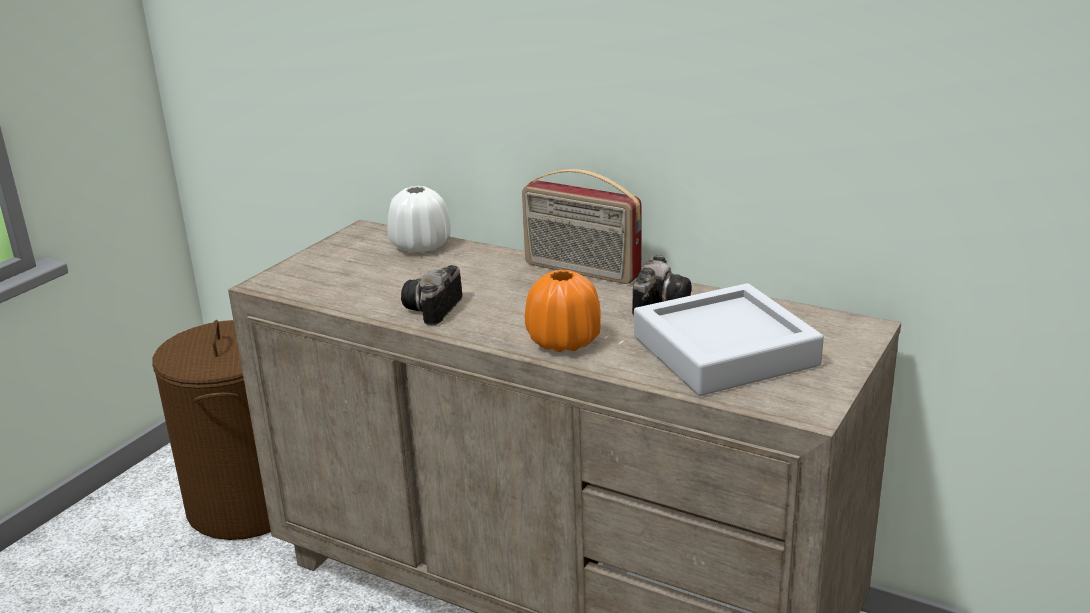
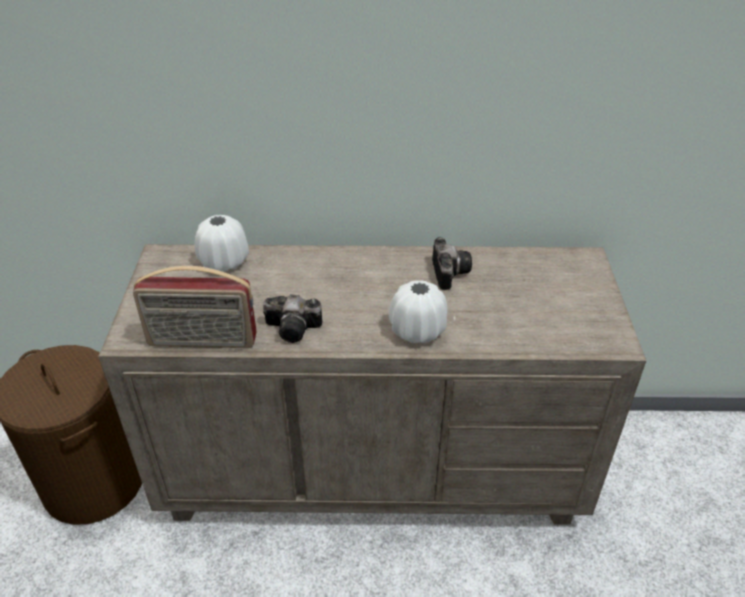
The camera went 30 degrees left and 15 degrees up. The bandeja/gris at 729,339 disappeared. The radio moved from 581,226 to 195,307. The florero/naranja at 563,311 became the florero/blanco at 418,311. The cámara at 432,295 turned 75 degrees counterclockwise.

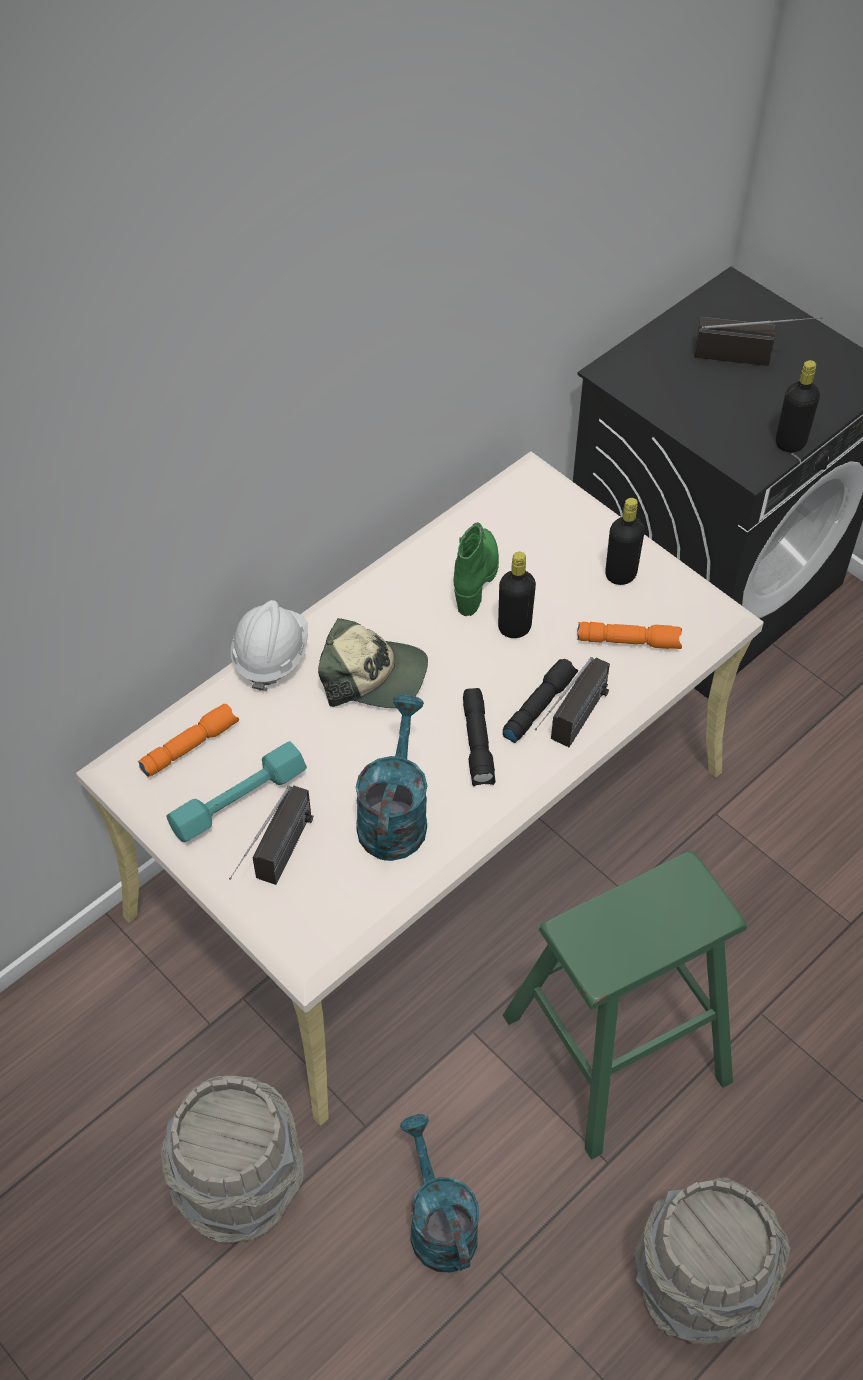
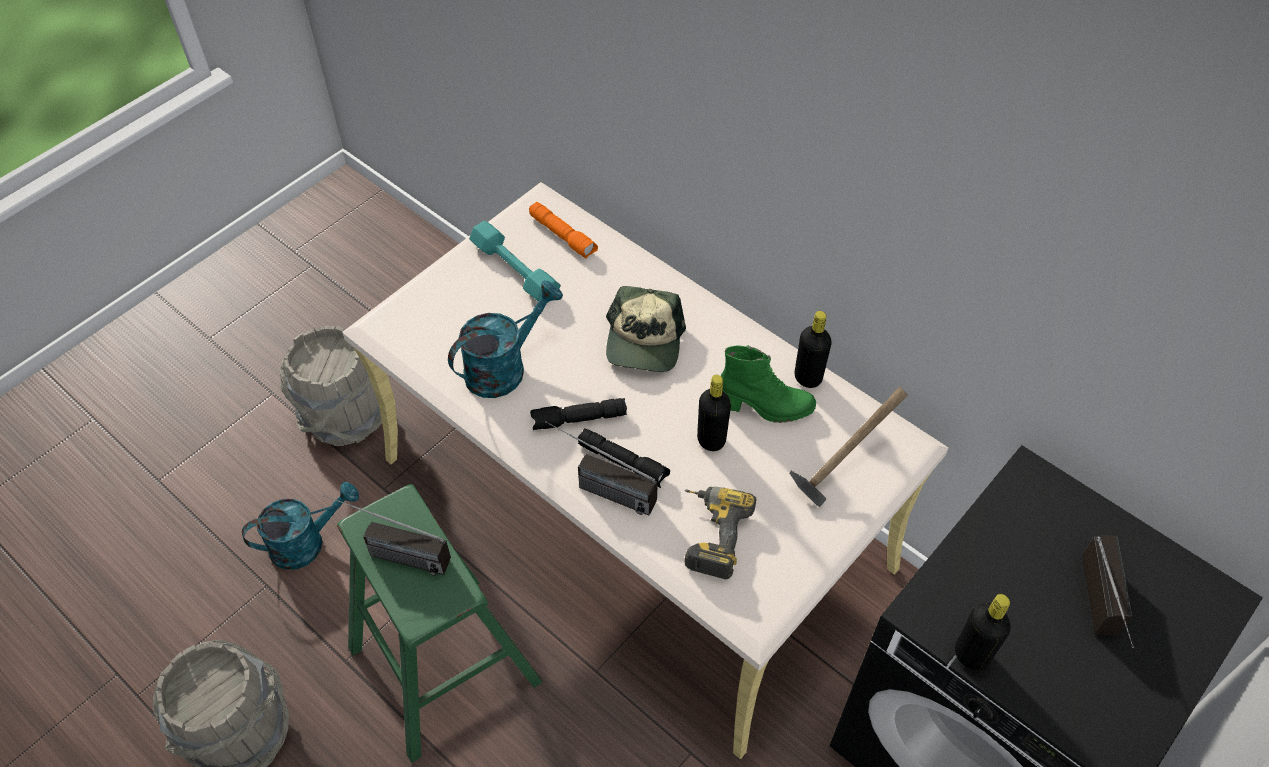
The camera went 85 degrees right and 0 degrees up. The casco/blanco at 269,645 disappeared. The martillo at 848,447 appeared. The radio moved from 271,835 to 387,535. The botella/negro moved from 625,541 to 813,349. The linterna/naranja at 629,635 was replaced by the taladro at 720,533. The regadera/turquesa at 391,778 turned 45 degrees counterclockwise.

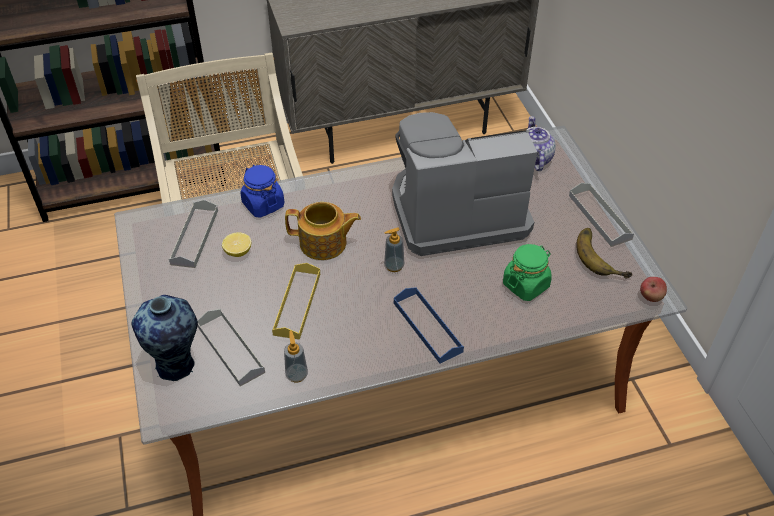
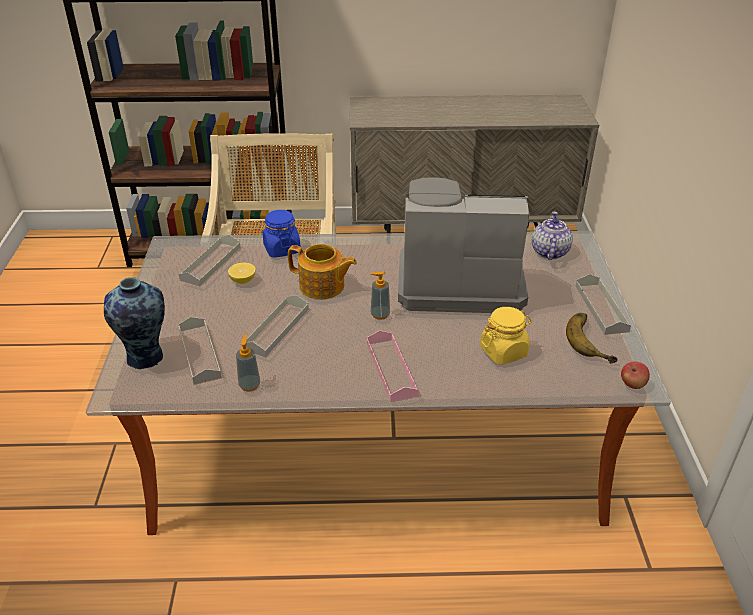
The camera went 15 degrees right and 10 degrees down. The bandeja/amarillo at 296,301 became the bandeja/gris at 277,326. The bandeja/azul at 429,325 became the bandeja/rosa at 392,366. The tarro/verde at 527,272 became the tarro/amarillo at 506,336.

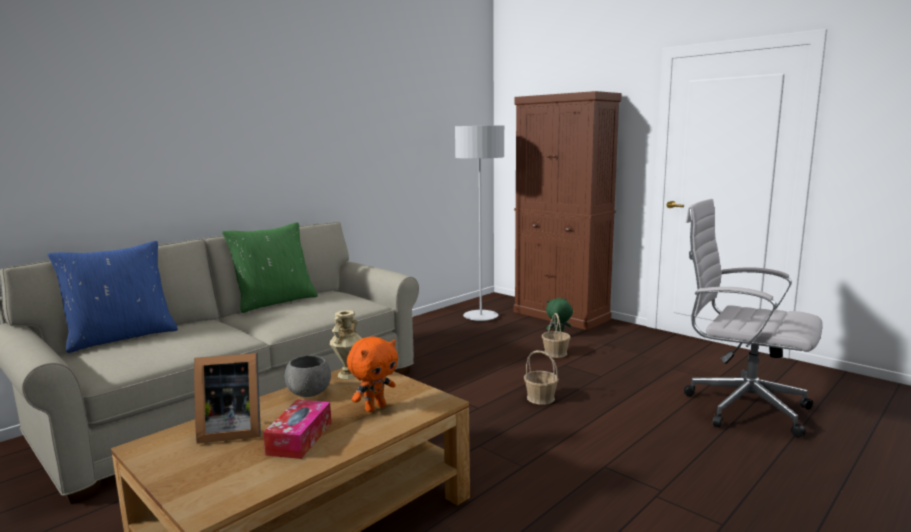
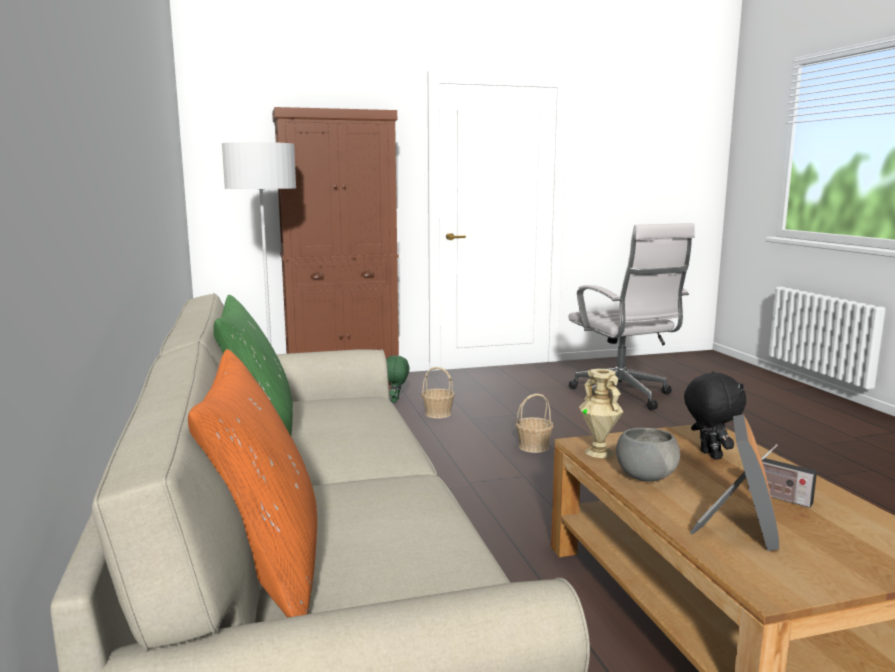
The camera went 60 degrees left and 0 degrees up. The caja de pañuelos at 297,429 was replaced by the radio at 782,476. The cojín/azul at 113,297 became the cojín/naranja at 252,483. The peluche/naranja at 372,374 became the peluche/negro at 715,415. The silla de oficina/blanco at 753,318 turned 90 degrees counterclockwise.

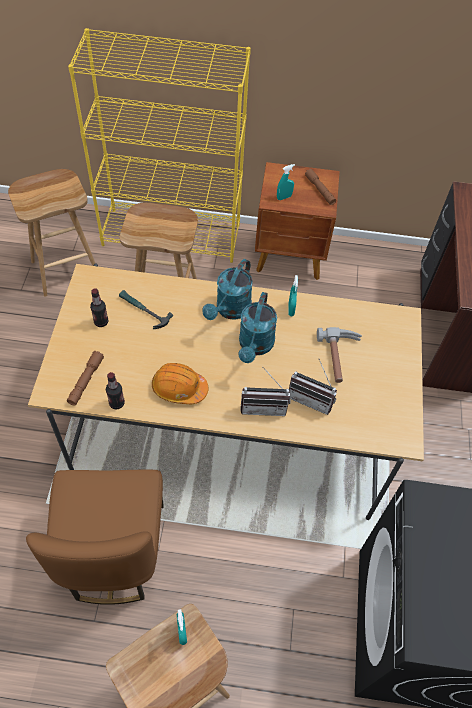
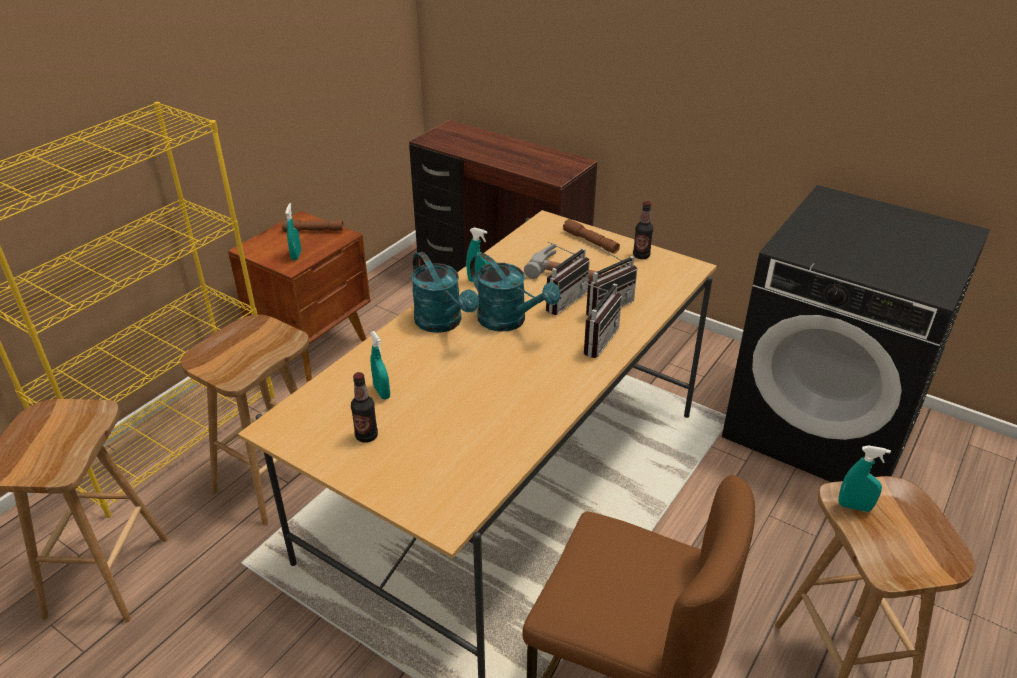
The camera went 60 degrees left and 20 degrees down. The casco/naranja at 180,383 disappeared. The radio at 568,278 appeared. The linterna/marrón moved from 85,378 to 591,236. The botella moved from 115,391 to 643,230. The martillo at 146,309 was replaced by the pulverizador/turquesa at 380,365.

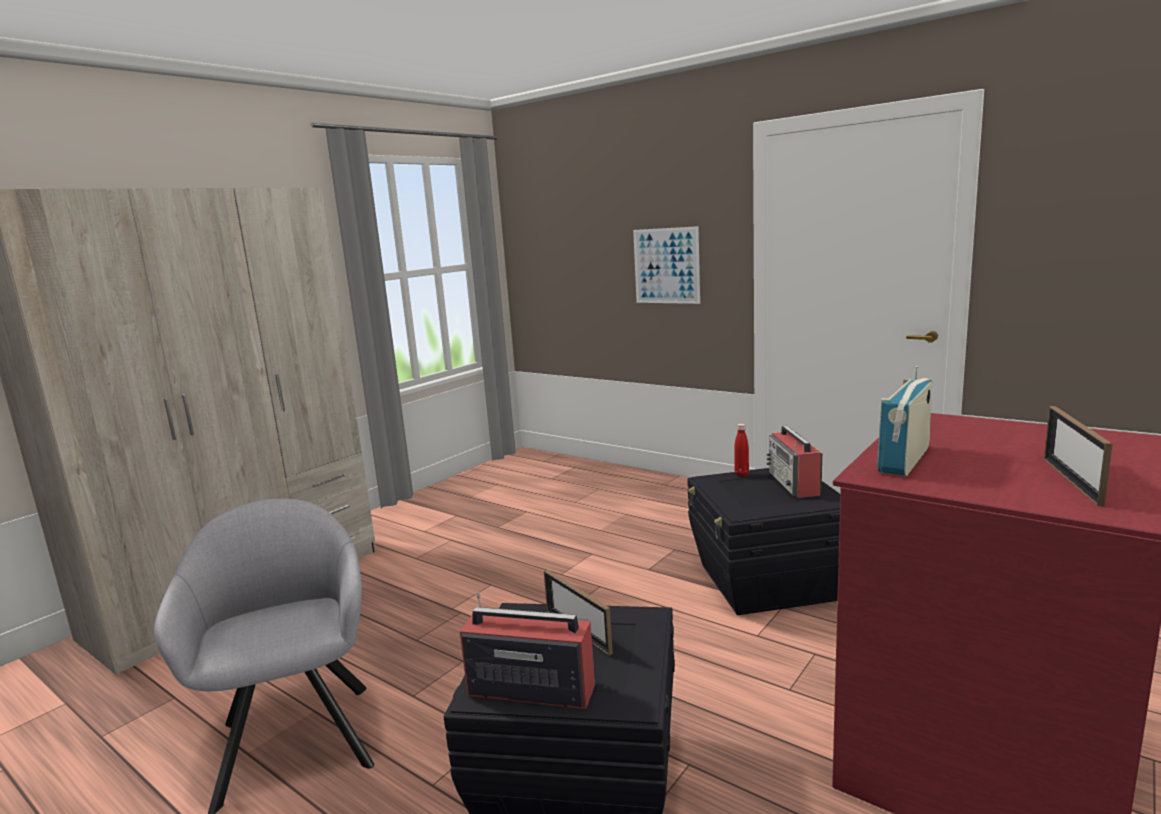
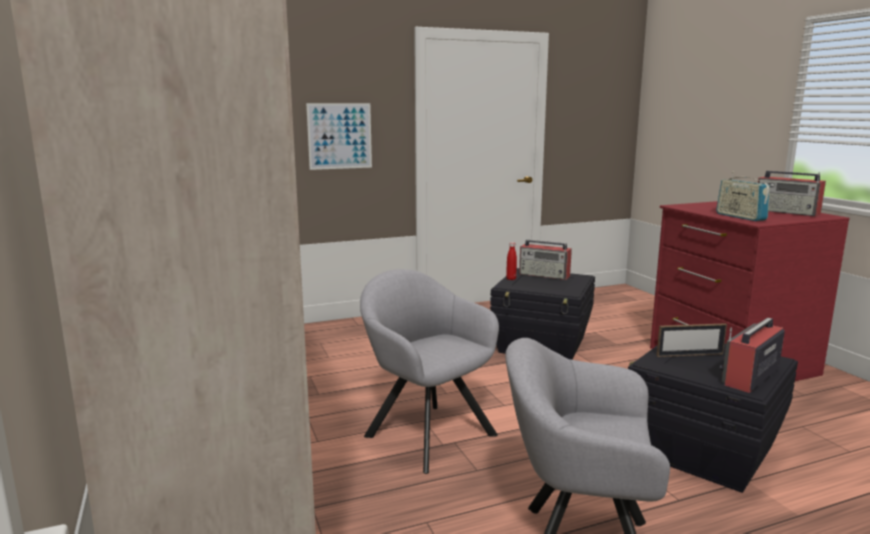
The camera went 60 degrees left and 0 degrees up. The sillón/gris at 429,371 appeared. The portarretratos at 1078,456 was replaced by the radio at 792,194.

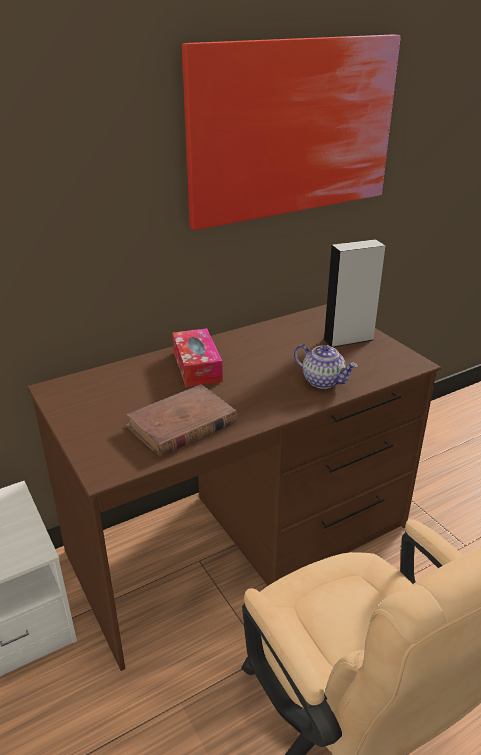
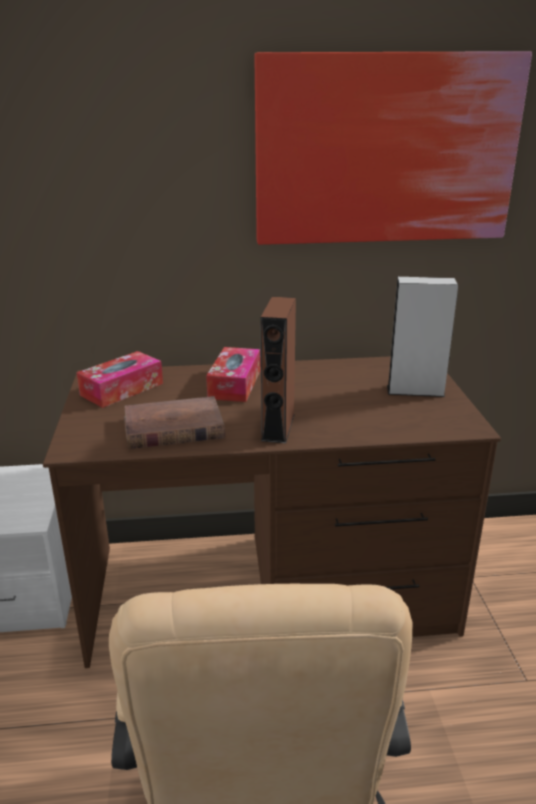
The camera went 25 degrees right and 5 degrees down. The tetera at 325,366 disappeared. The caja de pañuelos at 120,379 appeared. The altavoz/marrón at 278,370 appeared.

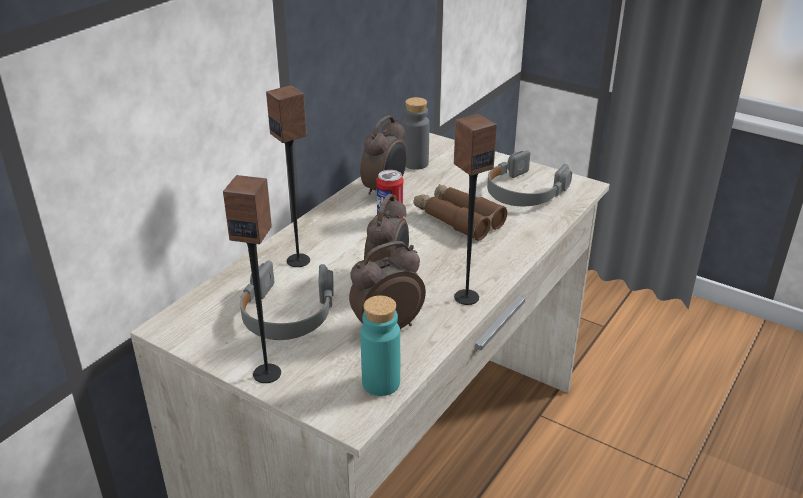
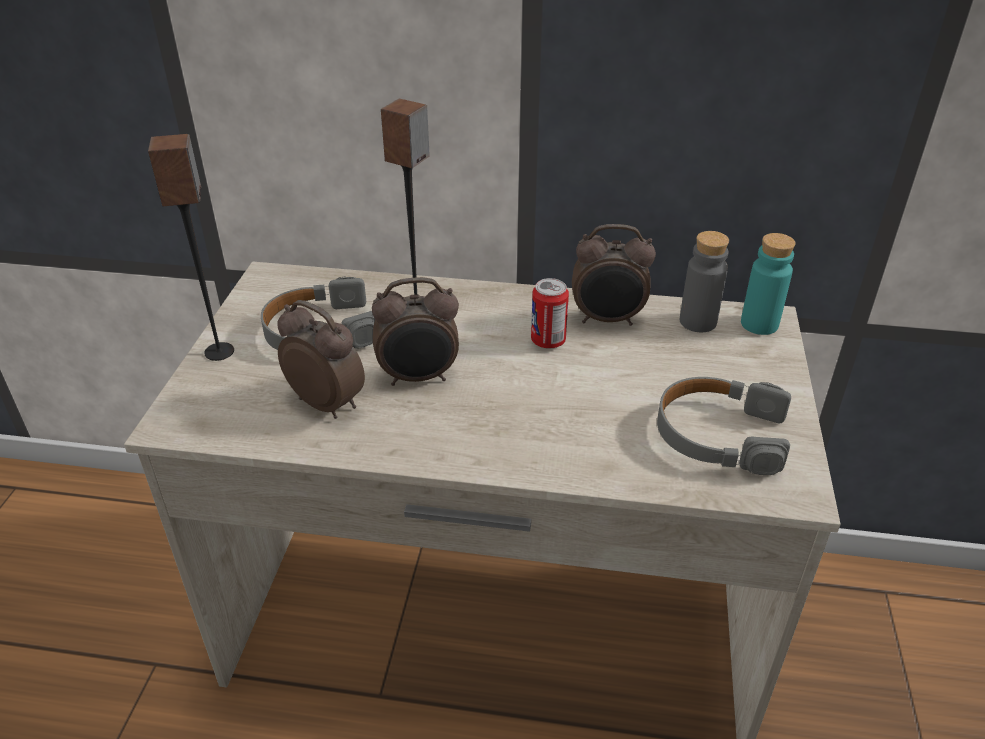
The camera went 65 degrees right and 5 degrees up. The prismáticos/marrón at 460,212 disappeared. The altavoz at 475,209 disappeared. The botella/turquesa moved from 380,345 to 768,284.

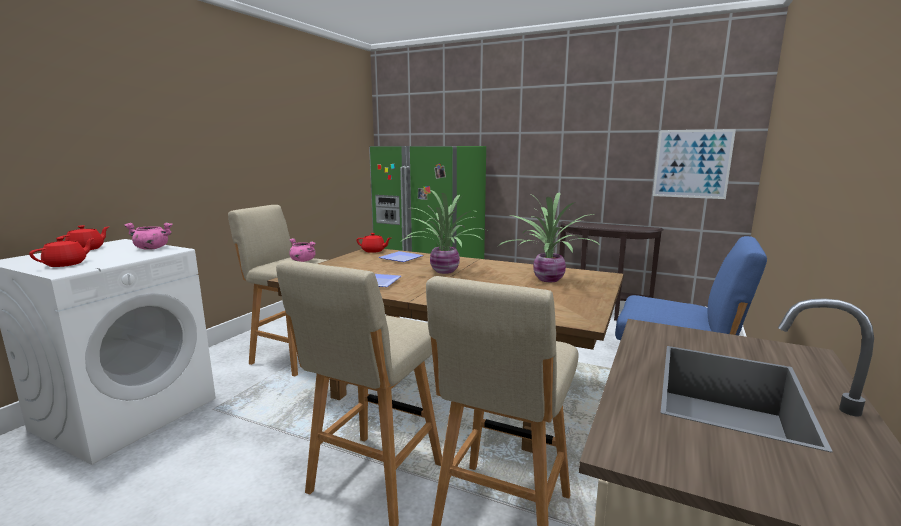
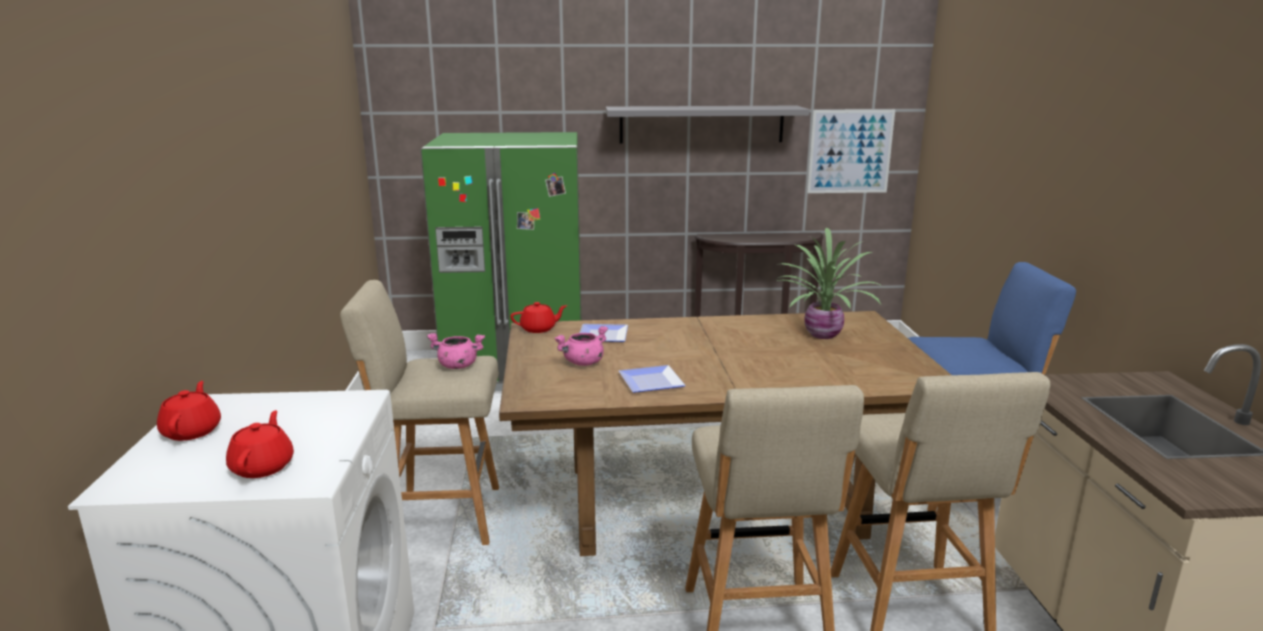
The camera went 30 degrees left and 5 degrees up. The planta en maceta at 443,232 disappeared. The estante/gris at 708,125 appeared. The olla/rosa moved from 148,236 to 581,346.

